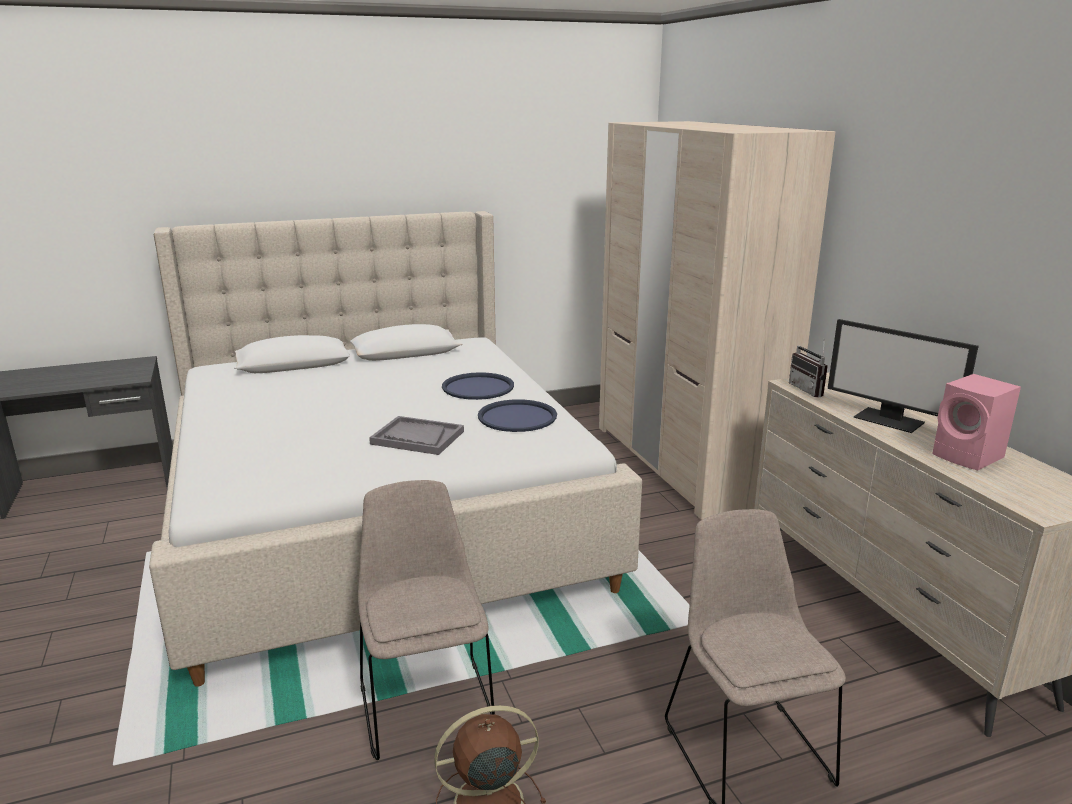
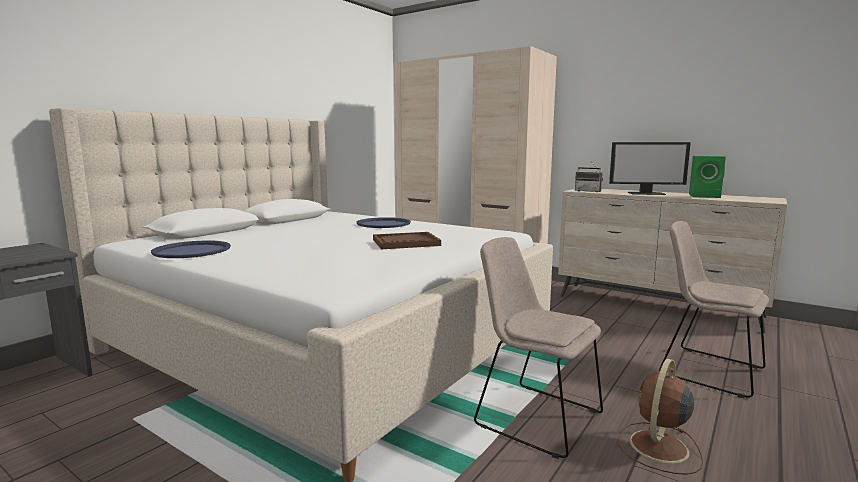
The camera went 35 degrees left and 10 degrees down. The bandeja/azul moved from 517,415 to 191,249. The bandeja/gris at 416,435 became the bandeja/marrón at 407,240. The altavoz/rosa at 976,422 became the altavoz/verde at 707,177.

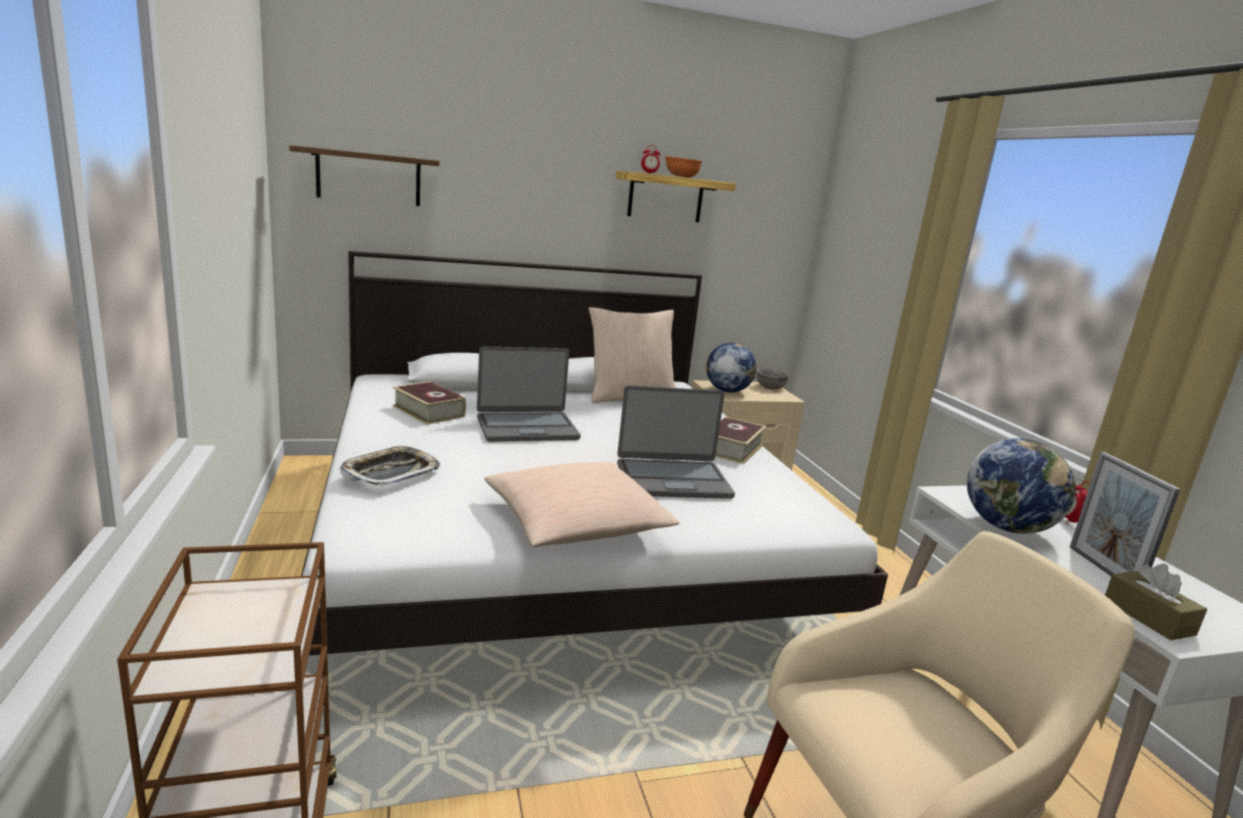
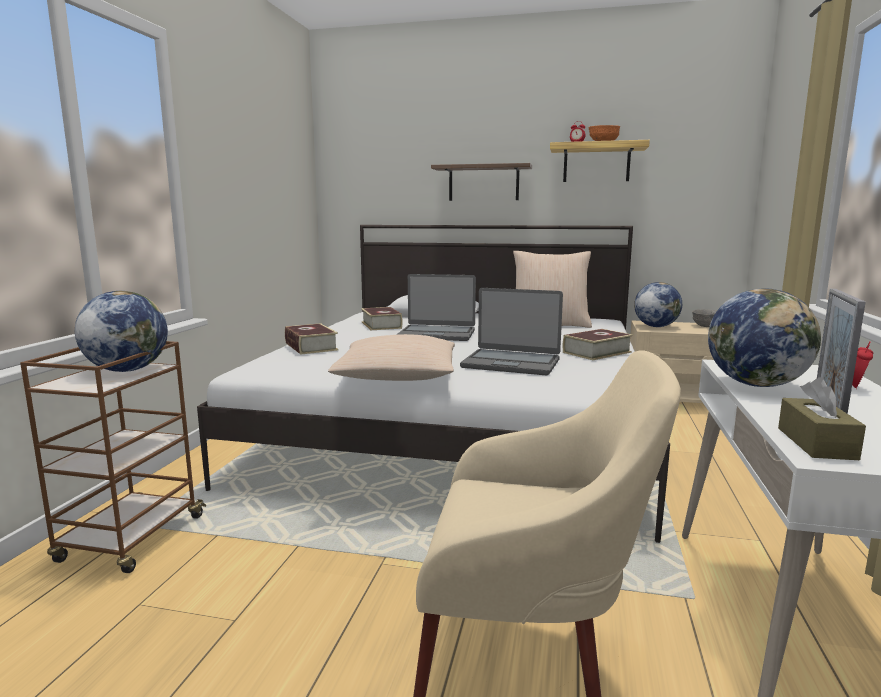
The camera went 30 degrees right and 5 degrees down. The globo terráqueo at 121,331 appeared. The estante moved from 364,175 to 481,182. The bandeja at 390,465 was replaced by the libro at 312,338.

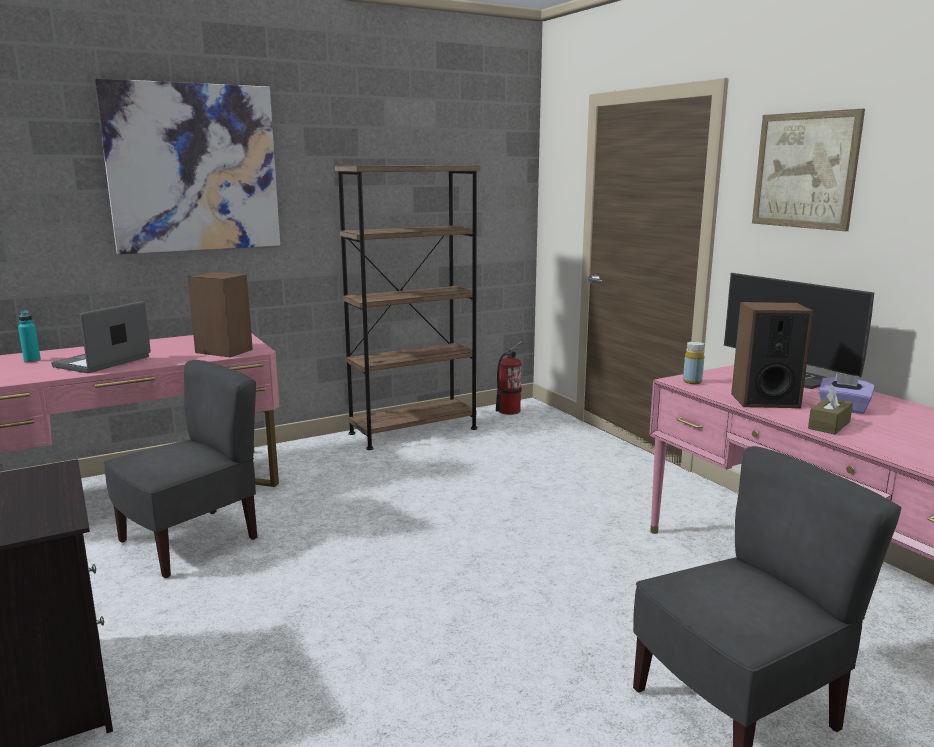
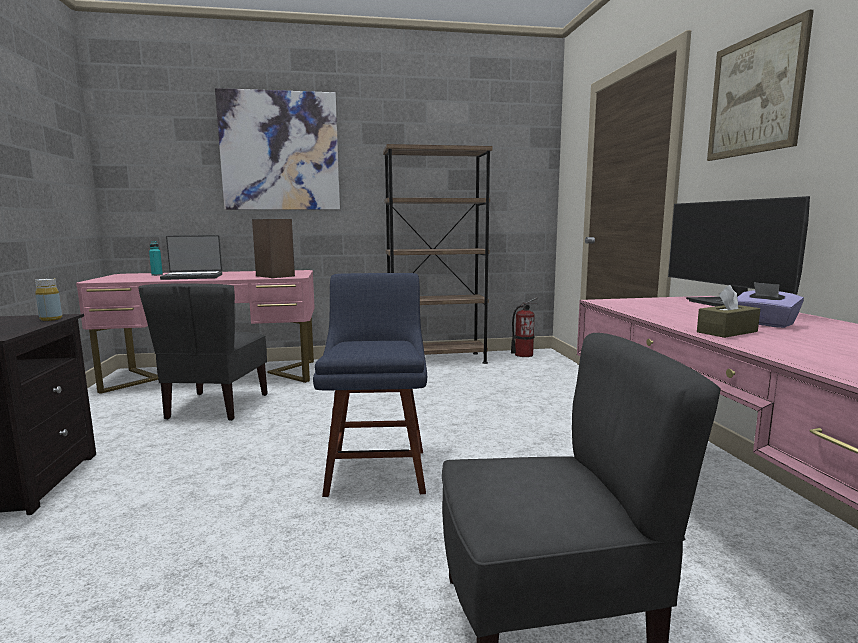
The camera went 20 degrees right and 5 degrees down. The altavoz at 772,355 disappeared. The silla/azul at 370,385 appeared. The botella/amarillo moved from 693,362 to 48,299. The portátil at 101,337 turned 150 degrees counterclockwise. The silla/gris at 180,469 turned 120 degrees clockwise.

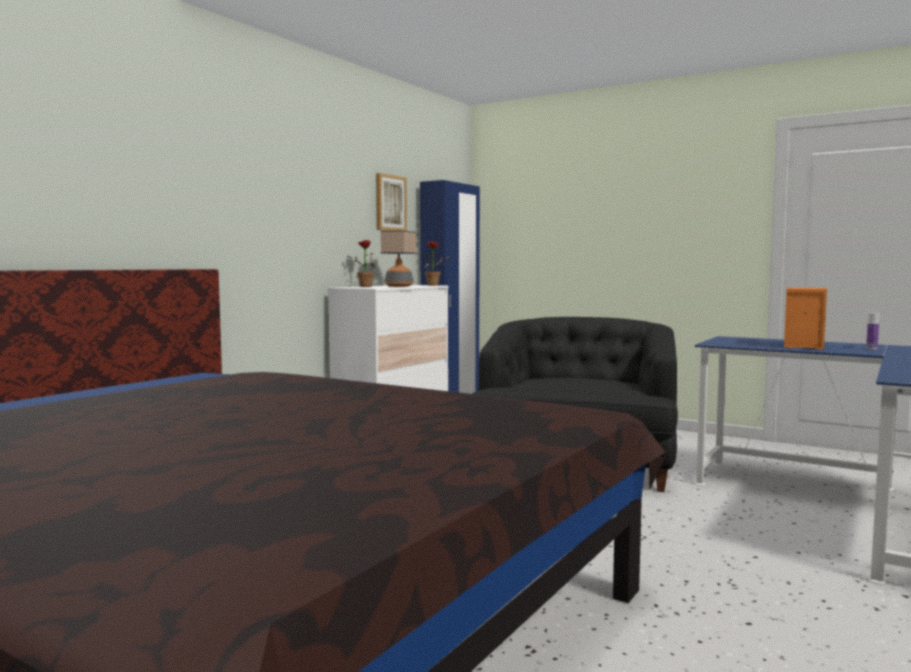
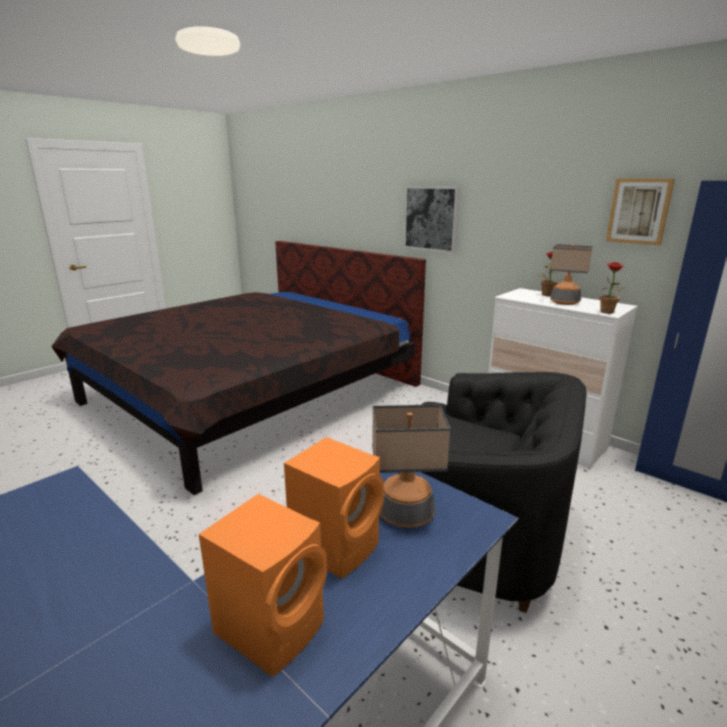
The camera went 100 degrees right and 15 degrees up. The lámpara de mesa at 411,466 appeared. The cuadro at 432,219 appeared. The botella at 872,331 was replaced by the altavoz/naranja at 263,585.

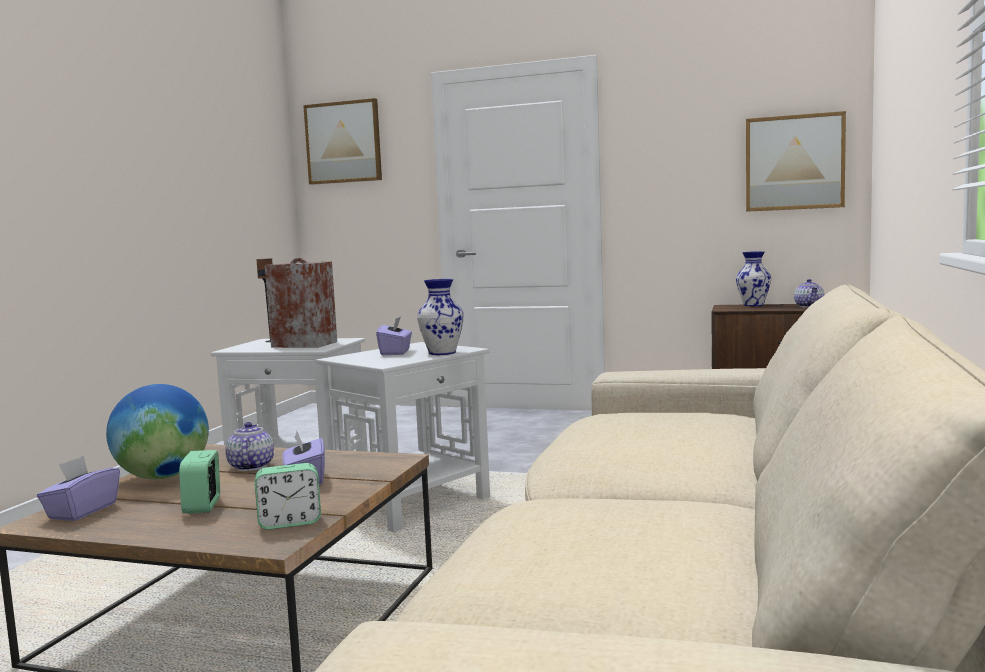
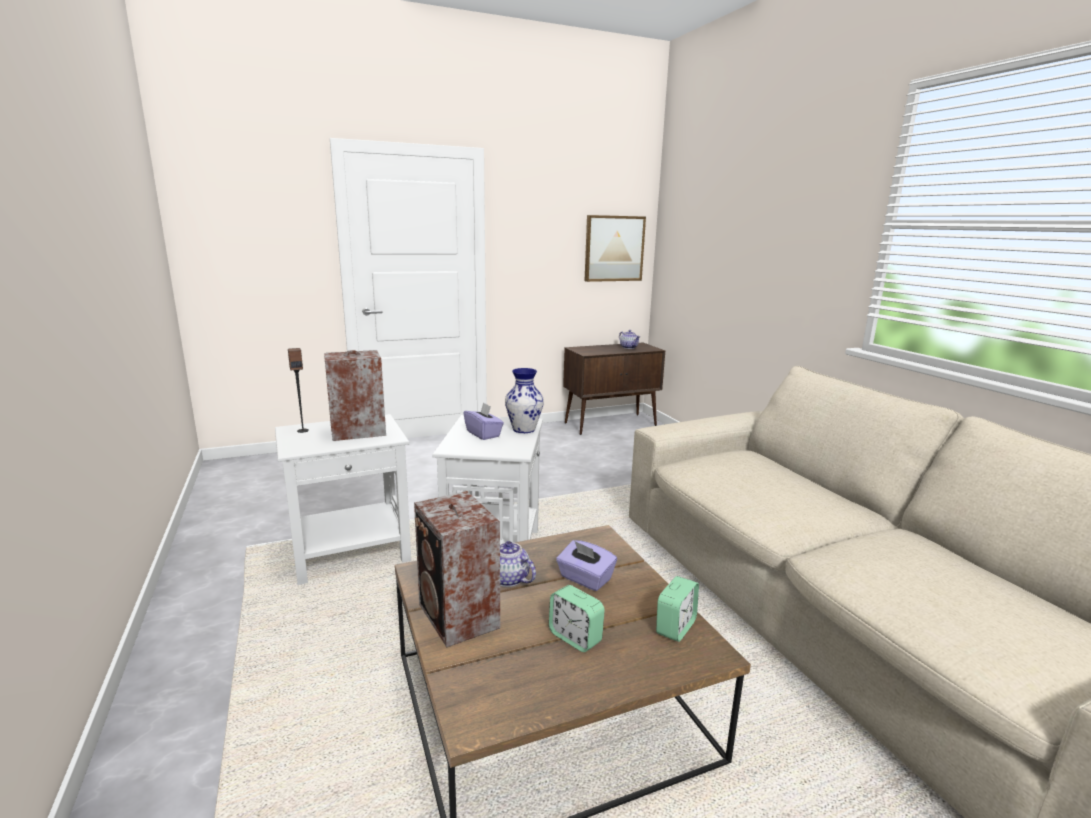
The camera went 40 degrees left and 10 degrees up. The caja de pañuelos/morado at 78,488 disappeared. The cuadro at 342,141 disappeared. The florero at 753,278 disappeared. The globo terráqueo at 157,431 was replaced by the altavoz at 457,569.

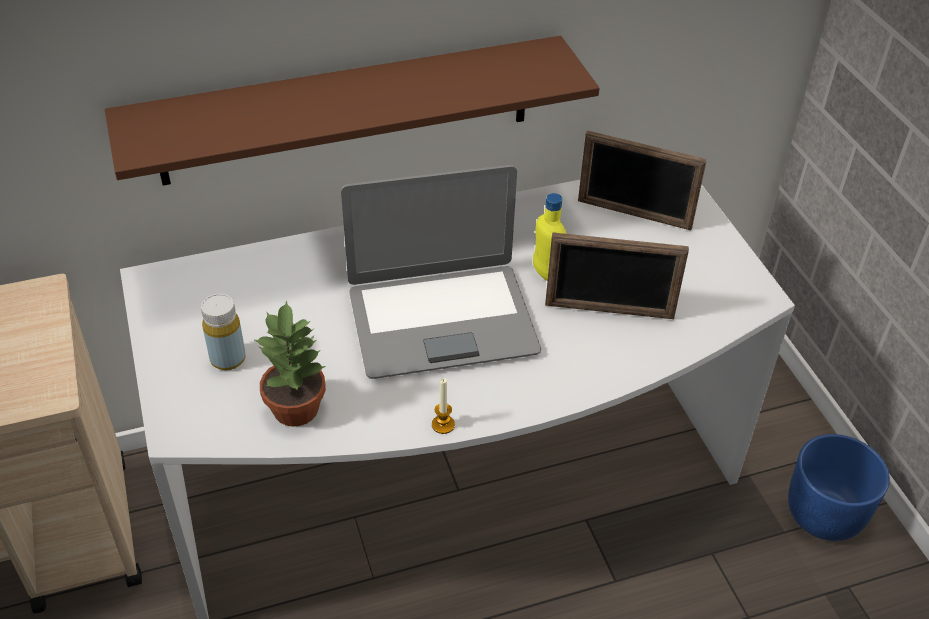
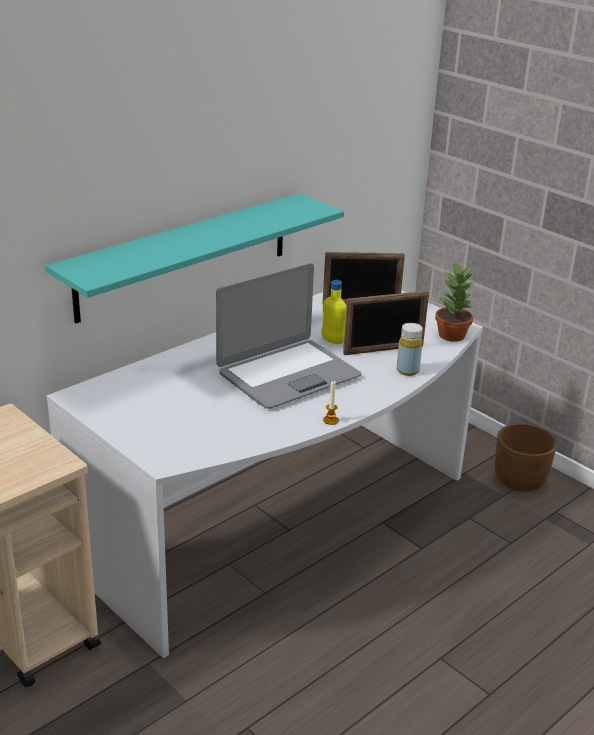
The camera went 25 degrees left and 15 degrees down. The botella/amarillo moved from 223,332 to 410,349. The planta en maceta moved from 289,363 to 455,302. The estante/marrón at 352,110 became the estante/turquesa at 194,258. The maceta/azul at 839,487 became the maceta/marrón at 526,457.

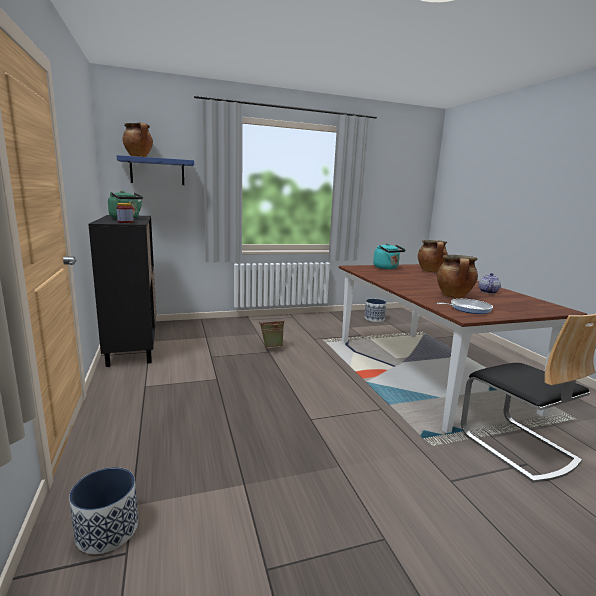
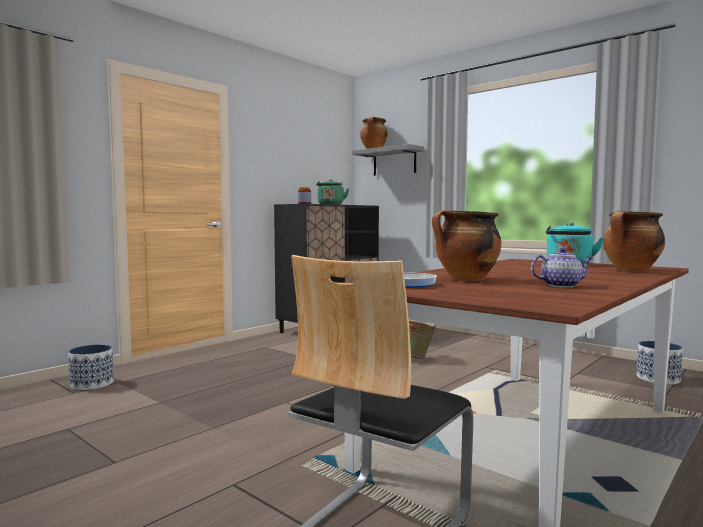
The camera went 60 degrees right and 10 degrees down. The estante/azul at 155,170 became the estante/gris at 388,160.

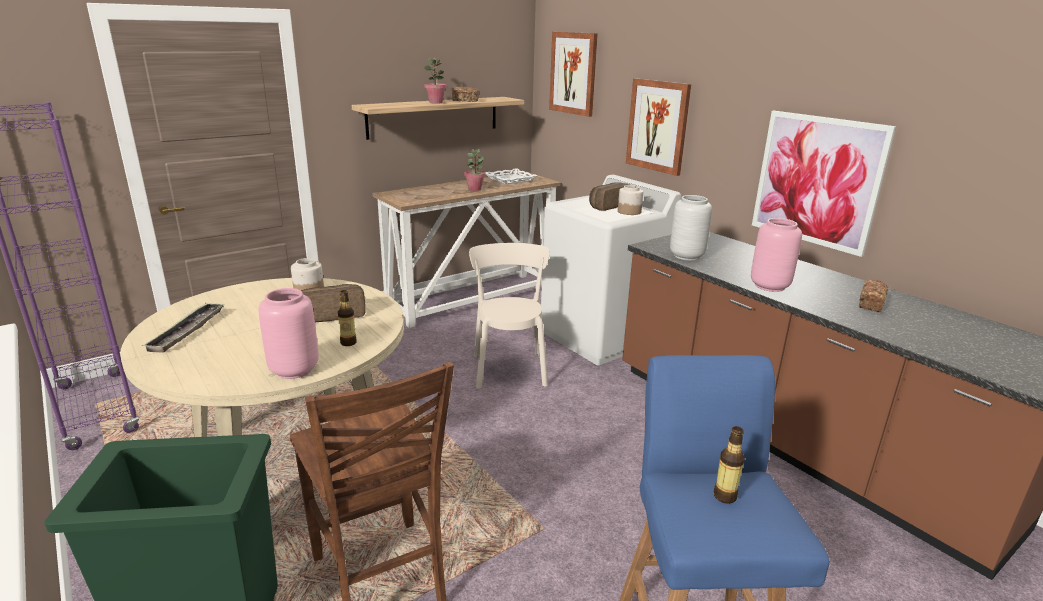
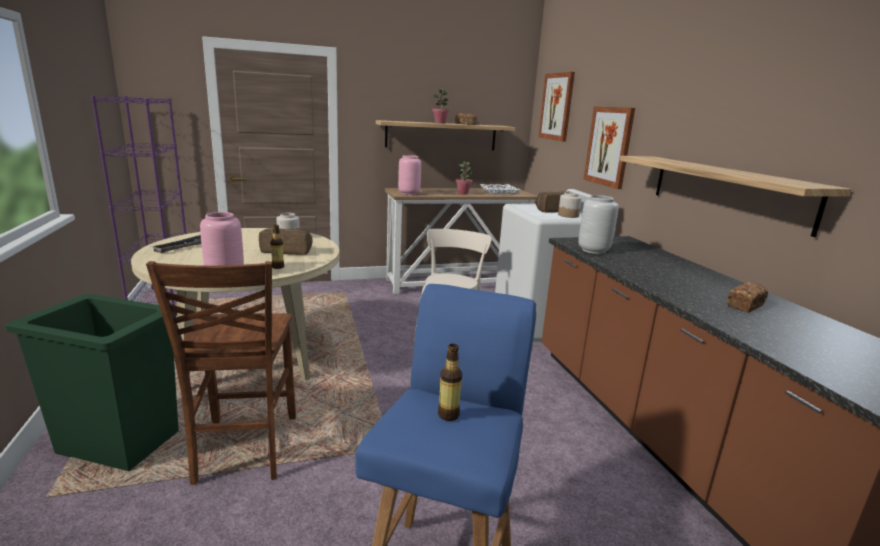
The camera went 20 degrees right and 5 degrees down. The florero/rosa moved from 776,255 to 409,175. The cuadro at 824,184 was replaced by the estante at 736,196.

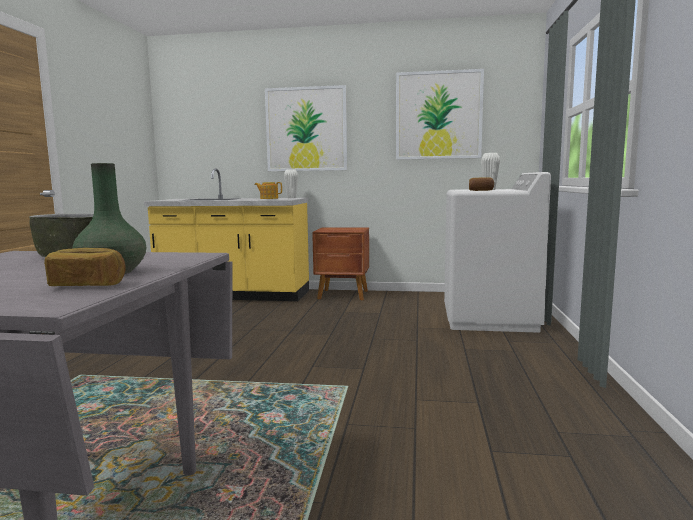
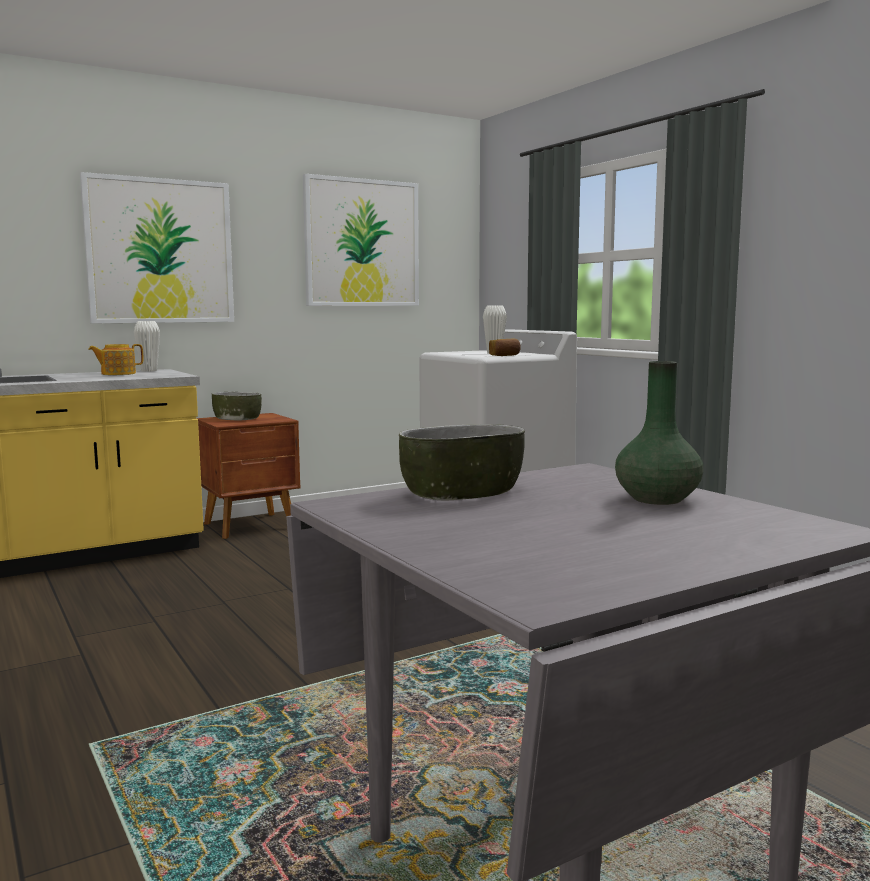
The camera went 40 degrees left and 0 degrees up. The pan at 85,267 disappeared. The cuenco at 237,406 appeared.

